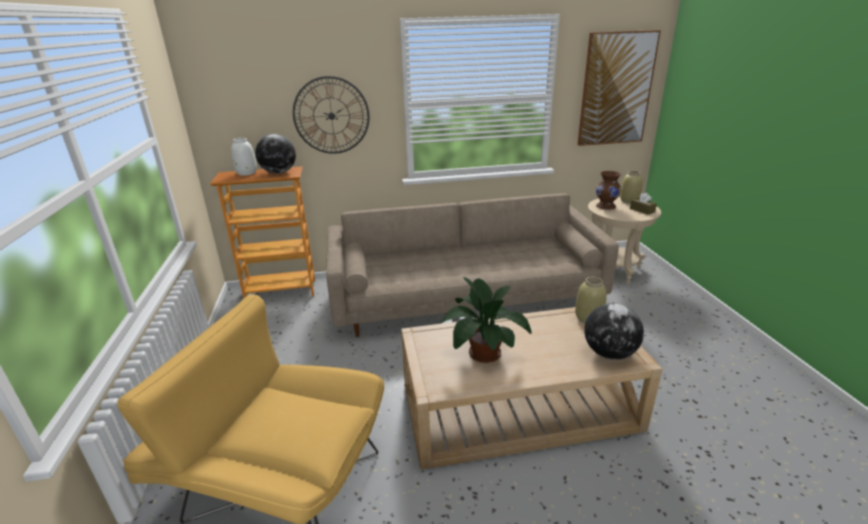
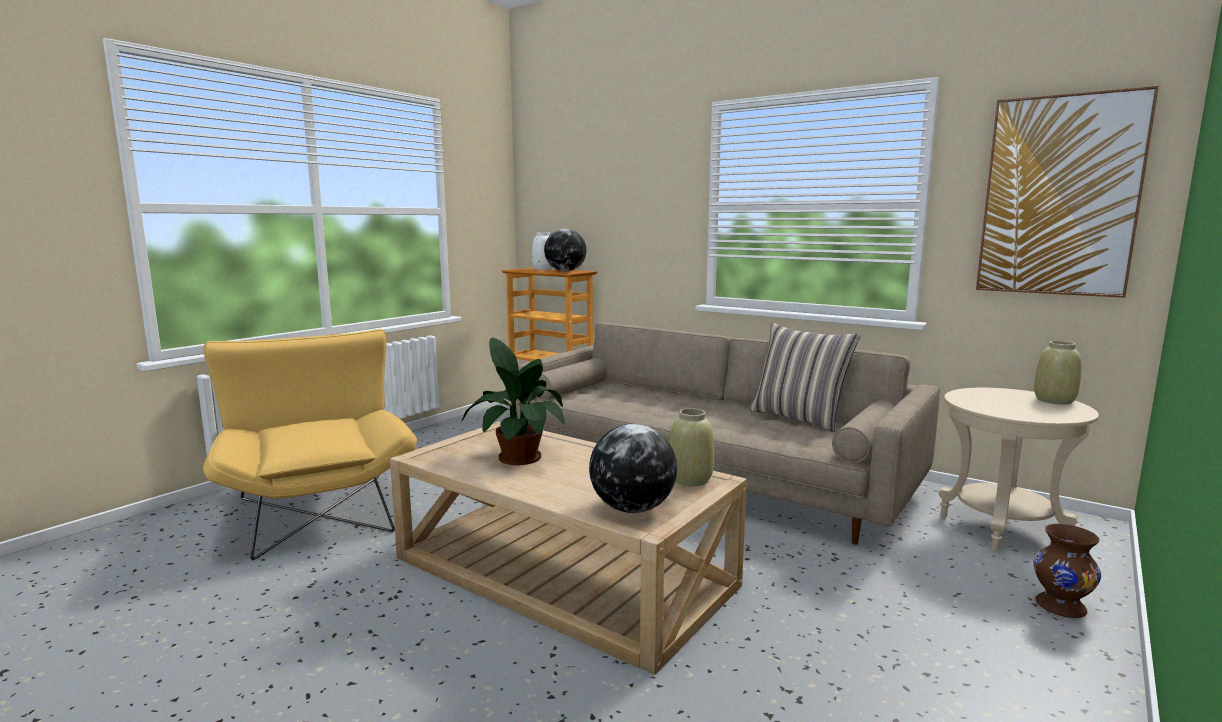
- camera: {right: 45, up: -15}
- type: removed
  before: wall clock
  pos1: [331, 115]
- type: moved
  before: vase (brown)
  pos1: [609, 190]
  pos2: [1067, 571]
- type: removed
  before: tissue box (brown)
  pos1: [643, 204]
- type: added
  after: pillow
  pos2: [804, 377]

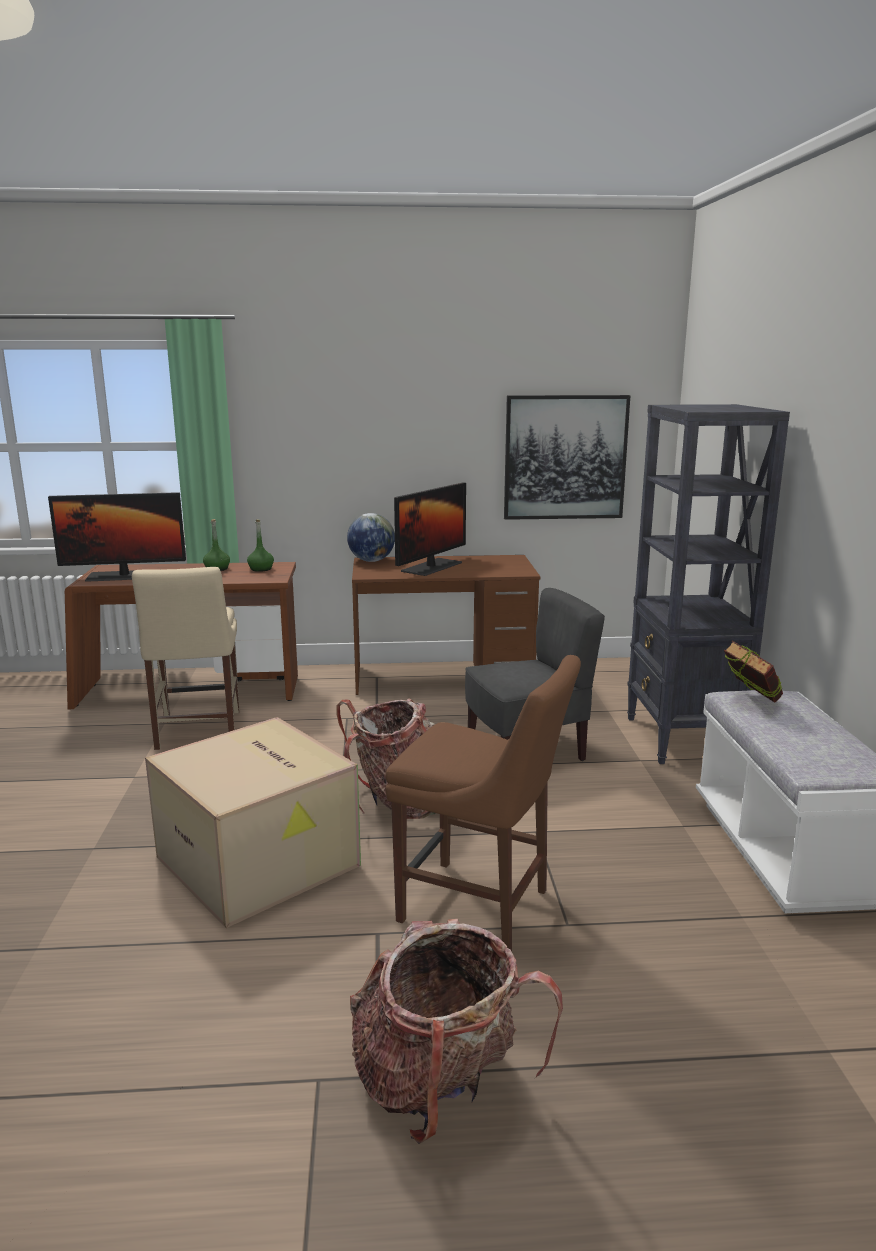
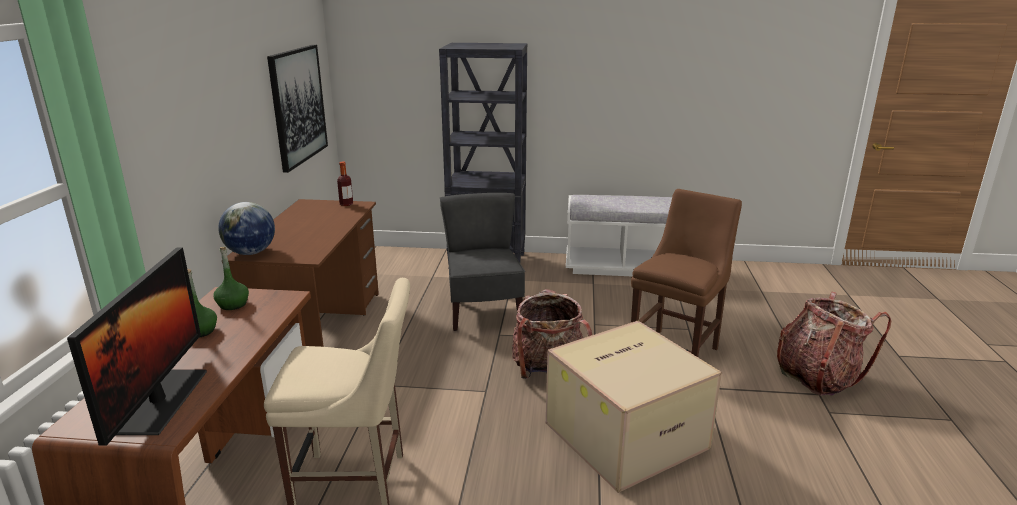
- camera: {right: -80, up: 5}
- type: removed
  before: monitor
  pos1: [430, 529]
- type: removed
  before: book
  pos1: [753, 672]
- type: added
  after: bottle
  pos2: [345, 183]

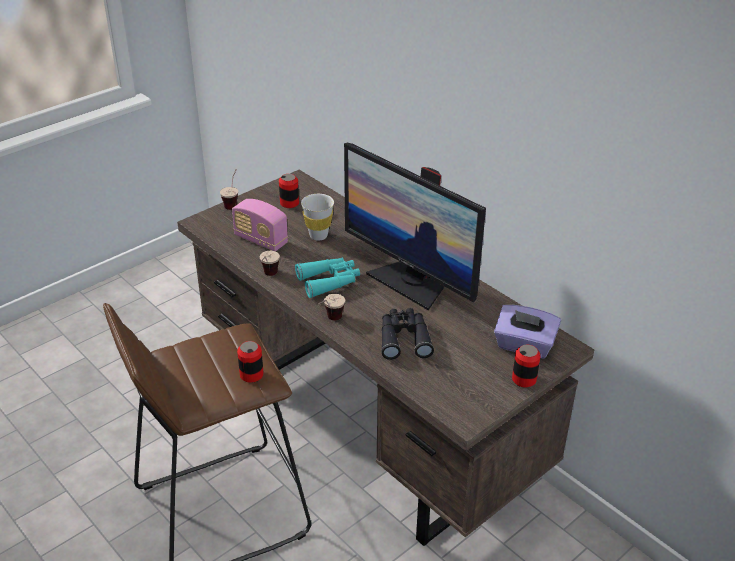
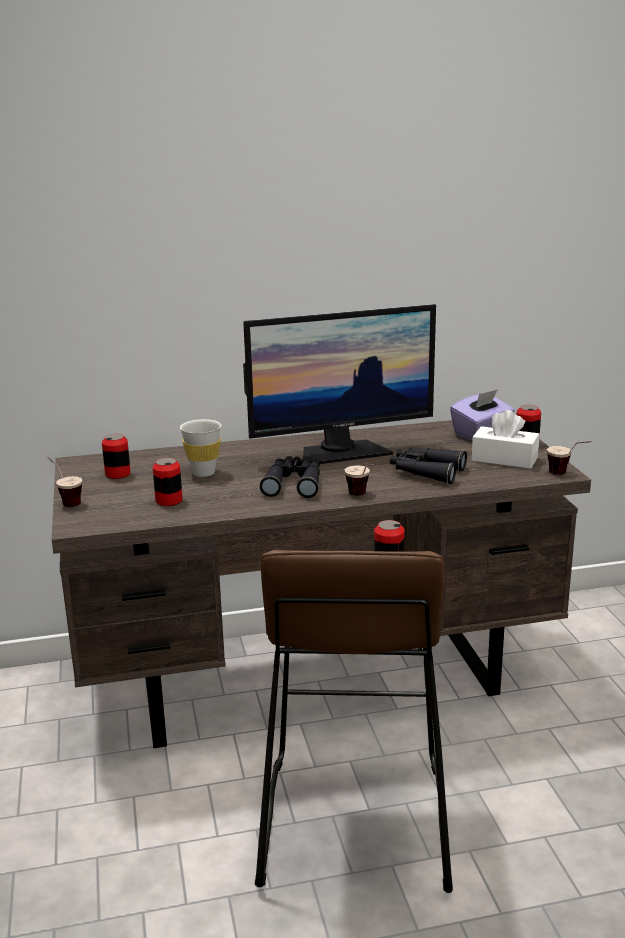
- camera: {right: -60, up: -15}
- type: replaced
  before: radio
  after: can
  pos1: [260, 225]
  pos2: [168, 482]
- type: moved
  before: cup
  pos1: [270, 263]
  pos2: [569, 458]
- type: recoloured
  before: binoculars (turquoise)
  after: binoculars (black)
  pos1: [327, 277]
  pos2: [290, 477]
- type: added
  after: tissue box (white)
  pos2: [505, 439]

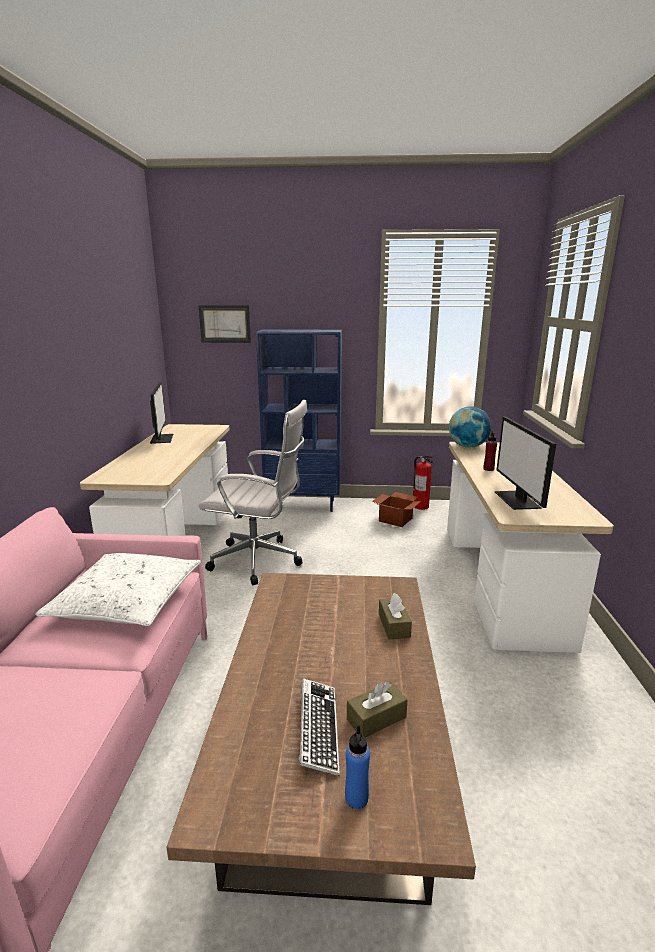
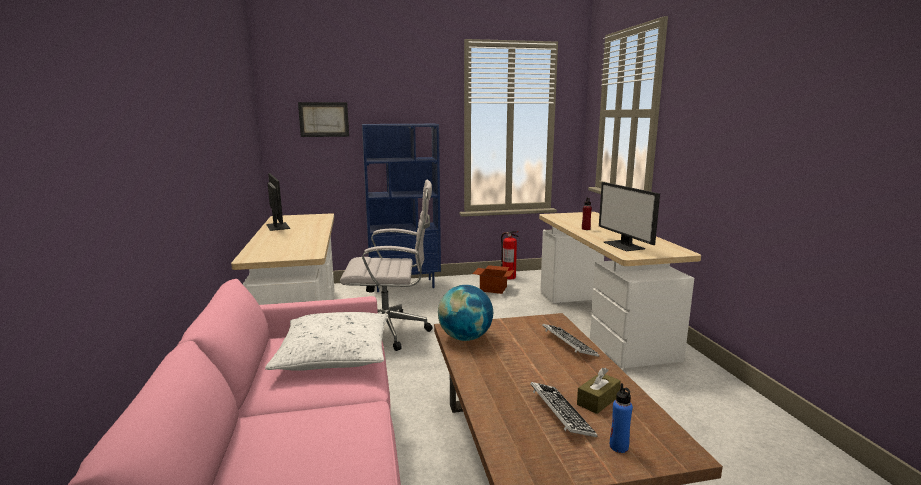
- camera: {right: -15, up: -5}
- type: moved
  before: globe
  pos1: [470, 427]
  pos2: [465, 313]
- type: replaced
  before: tissue box (brown)
  after: keyboard
  pos1: [395, 616]
  pos2: [570, 340]

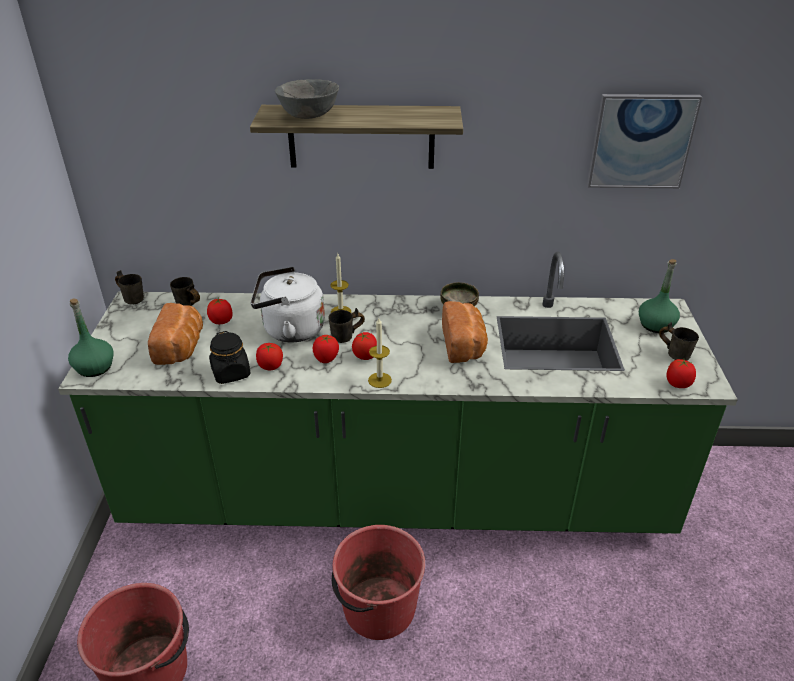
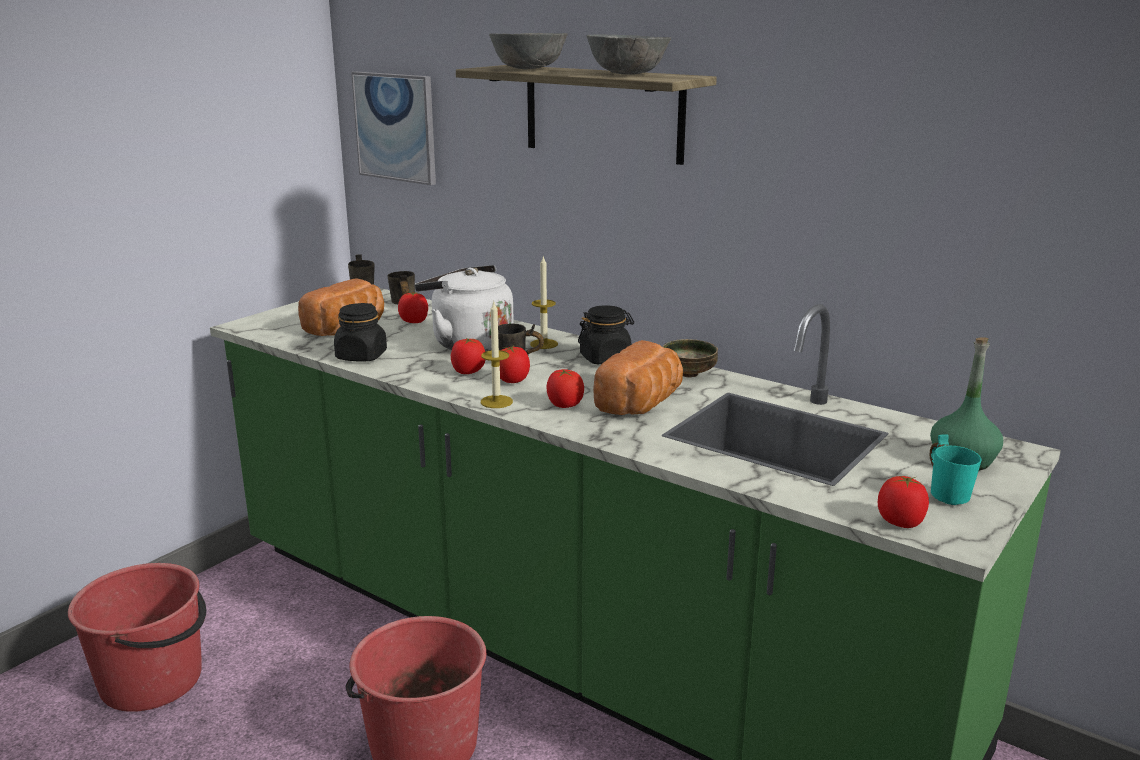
- camera: {right: 35, up: -15}
- type: moved
  before: picture
  pos1: [644, 141]
  pos2: [393, 128]
- type: removed
  before: bottle (green)
  pos1: [91, 338]
- type: recoloured
  before: mug (grey)
  after: mug (turquoise)
  pos1: [679, 341]
  pos2: [955, 469]
- type: moved
  before: tomato
  pos1: [269, 356]
  pos2: [565, 388]
- type: added
  after: bowl (grey)
  pos2: [629, 55]
- type: added
  after: jar (black)
  pos2: [606, 334]

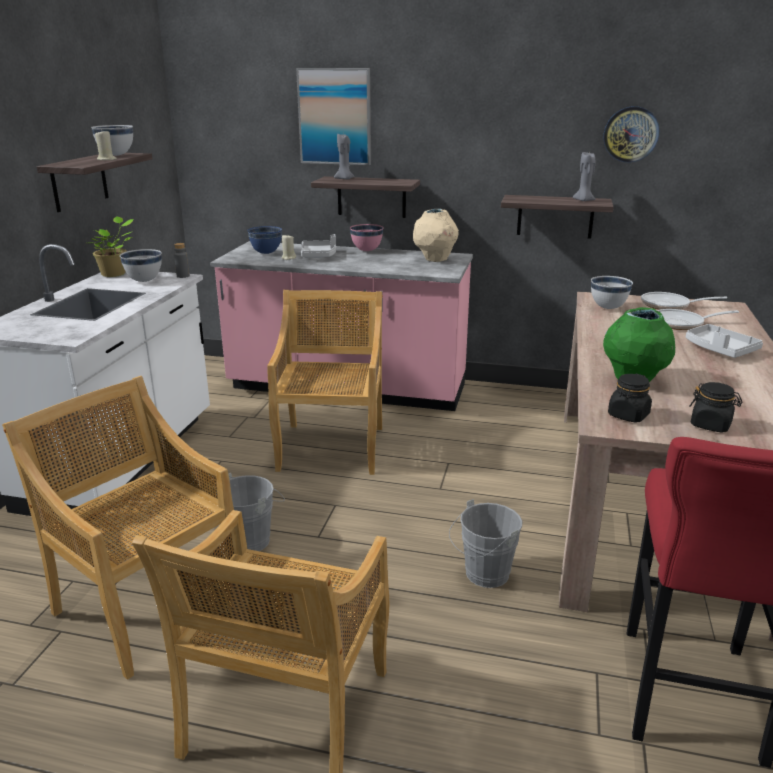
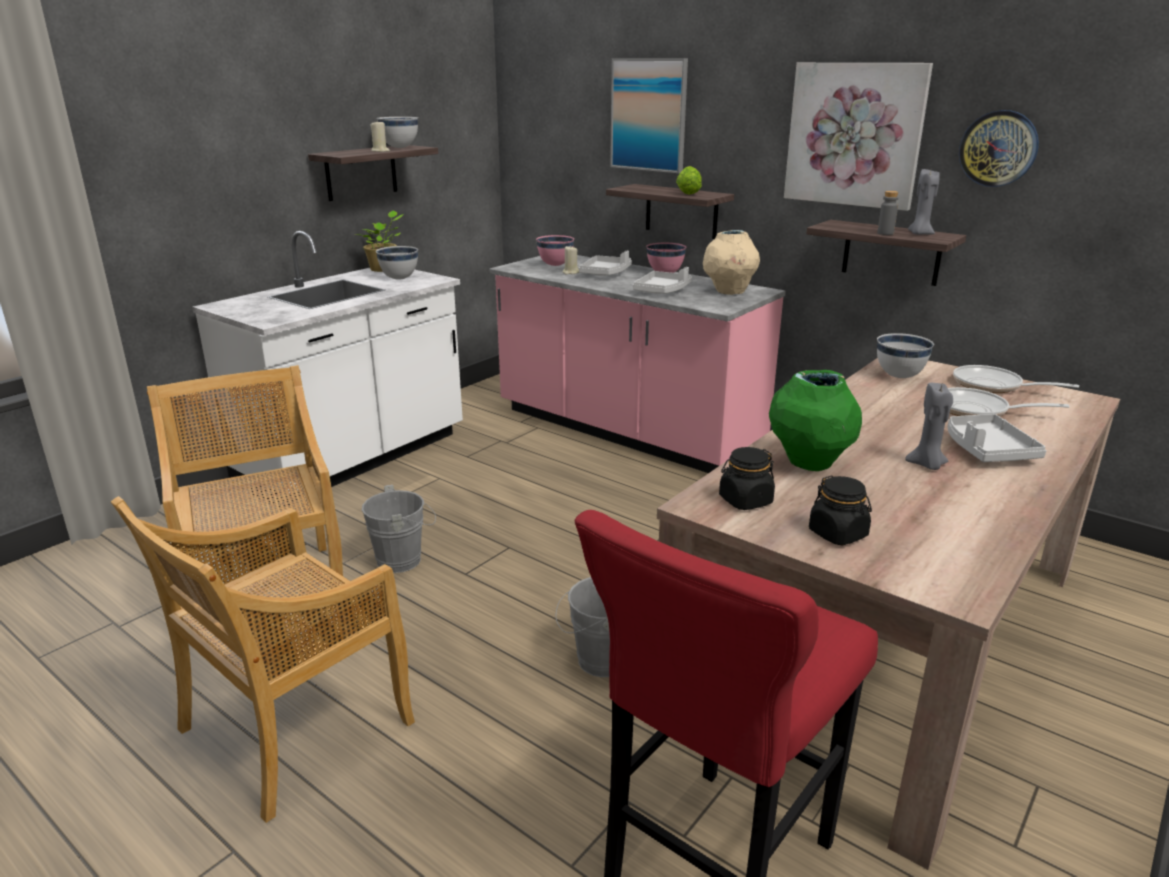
- camera: {right: 25, up: 0}
- type: moved
  before: candle (grey)
  pos1: [344, 156]
  pos2: [929, 426]
- type: recoloured
  before: bowl (blue)
  after: bowl (pink)
  pos1: [264, 240]
  pos2: [555, 250]
- type: moved
  before: bottle (grey)
  pos1: [182, 260]
  pos2: [888, 213]
- type: removed
  before: chair (beige)
  pos1: [325, 382]
- type: added
  after: picture
  pos2: [858, 137]
- type: added
  after: lettuce
  pos2: [689, 180]
- type: added
  after: tray (grey)
  pos2: [662, 280]

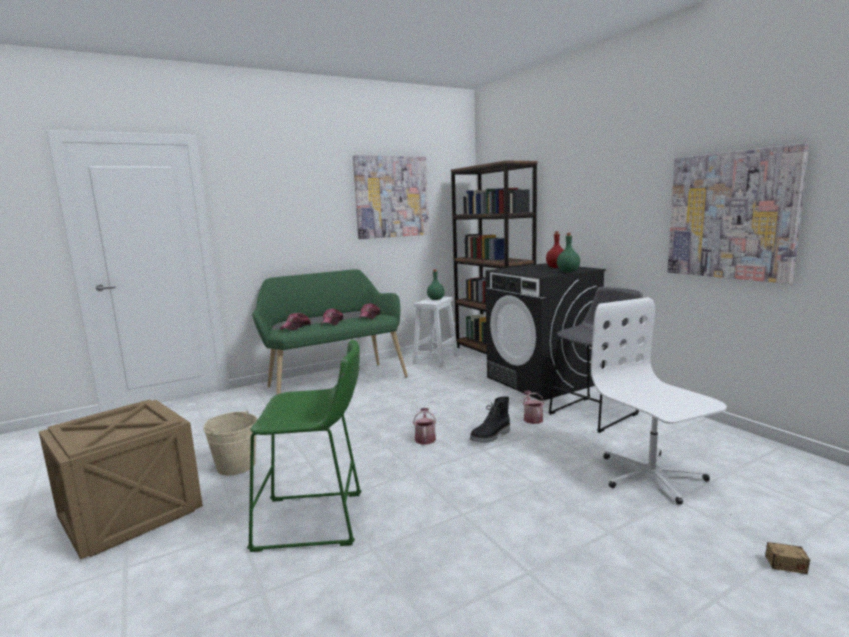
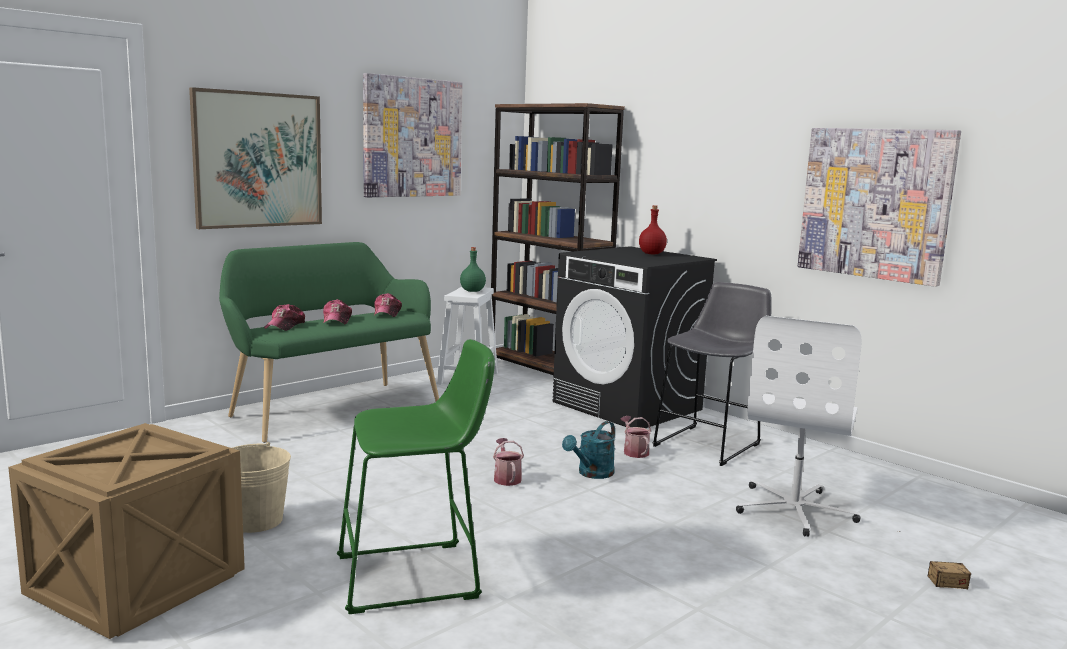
- camera: {right: -15, up: 0}
- type: removed
  before: bottle (green)
  pos1: [568, 252]
- type: turned
  before: office chair (white)
  pos1: [659, 401]
  pos2: [799, 426]
  turn: -120
- type: replaced
  before: boot (black)
  after: watering can (turquoise)
  pos1: [490, 419]
  pos2: [588, 450]
- type: added
  after: picture
  pos2: [255, 158]

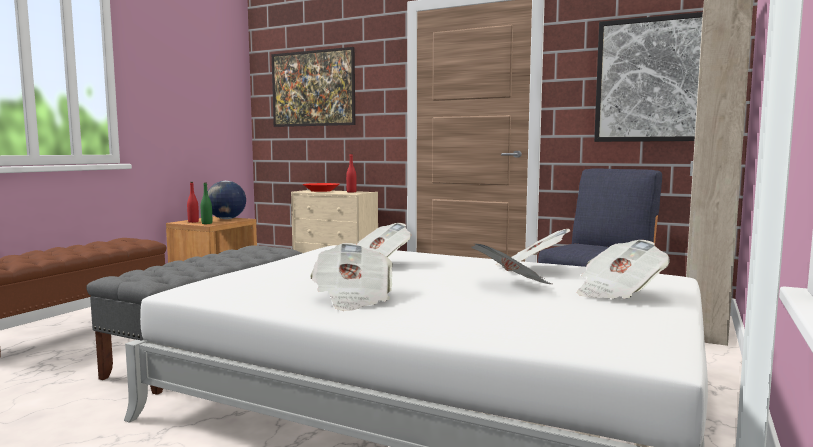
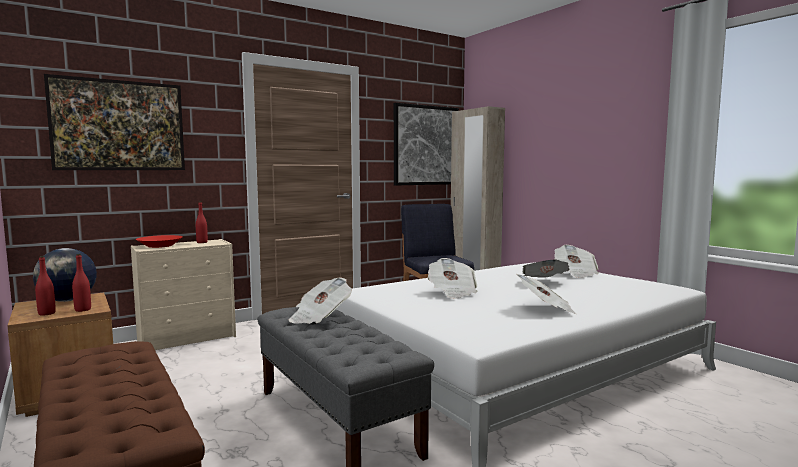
- camera: {right: -60, up: 0}
- type: recoloured
  before: bottle (green)
  after: bottle (red)
  pos1: [206, 203]
  pos2: [81, 283]
- type: moved
  before: newspaper
  pos1: [533, 248]
  pos2: [320, 301]

